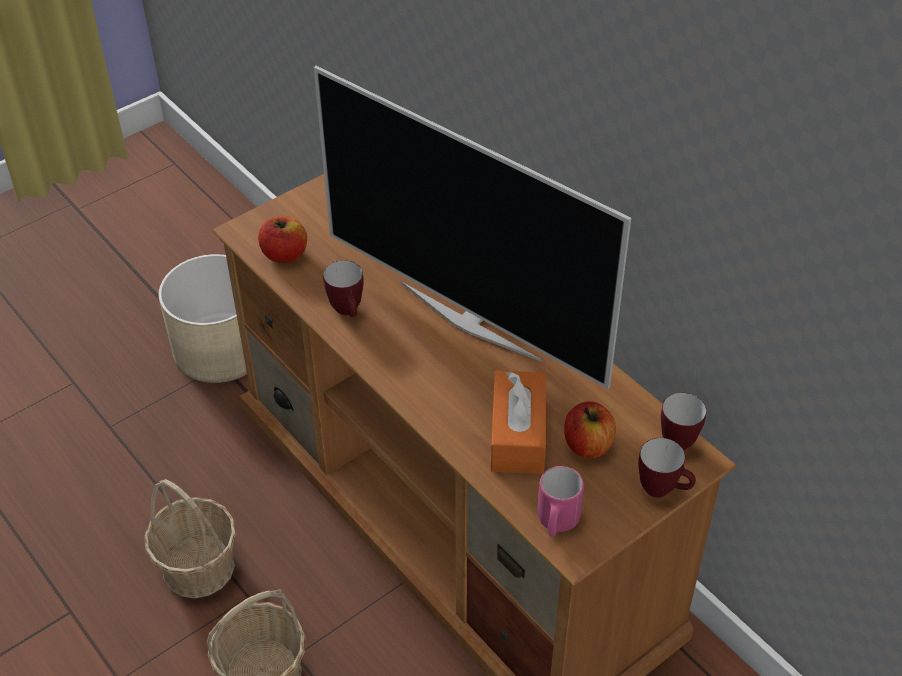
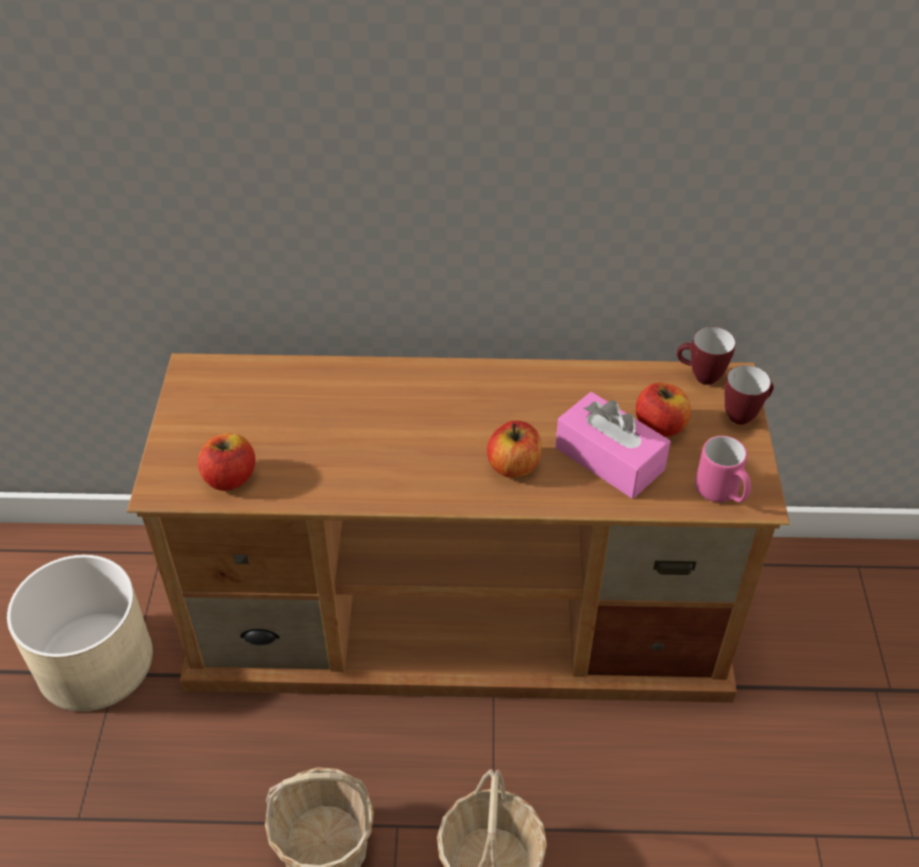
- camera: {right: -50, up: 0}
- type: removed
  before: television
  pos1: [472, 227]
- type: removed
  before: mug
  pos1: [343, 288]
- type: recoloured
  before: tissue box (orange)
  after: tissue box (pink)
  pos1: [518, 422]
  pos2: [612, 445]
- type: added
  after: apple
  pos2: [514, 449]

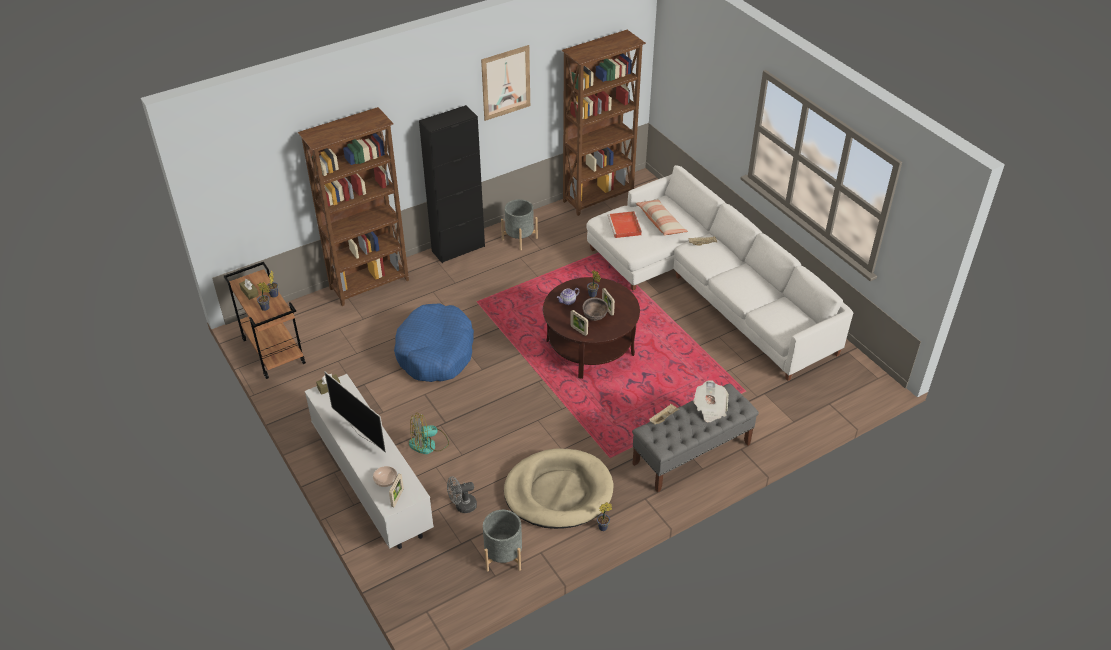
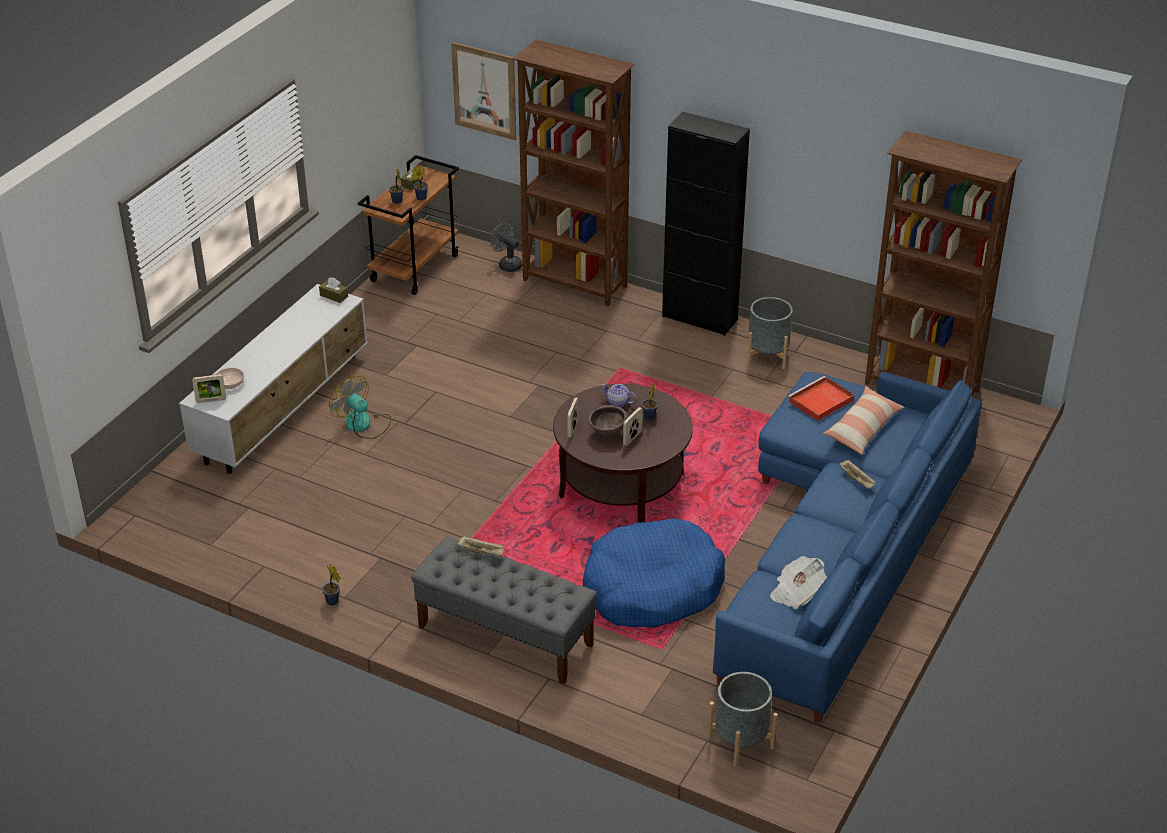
- camera: {right: 60, up: -5}
- type: moved
  before: picture
  pos1: [505, 83]
  pos2: [483, 91]
- type: recoloured
  before: sofa (white)
  after: sofa (blue)
  pos1: [719, 273]
  pos2: [847, 547]
- type: moved
  before: dog bed (blue)
  pos1: [434, 342]
  pos2: [654, 572]
- type: removed
  before: television
  pos1: [355, 412]
- type: moved
  before: newspaper
  pos1: [711, 401]
  pos2: [798, 582]
- type: removed
  before: dog bed (beige)
  pos1: [559, 489]
- type: moved
  before: fan (grey)
  pos1: [462, 494]
  pos2: [506, 247]
- type: moved
  before: planter (grey)
  pos1: [502, 540]
  pos2: [743, 719]

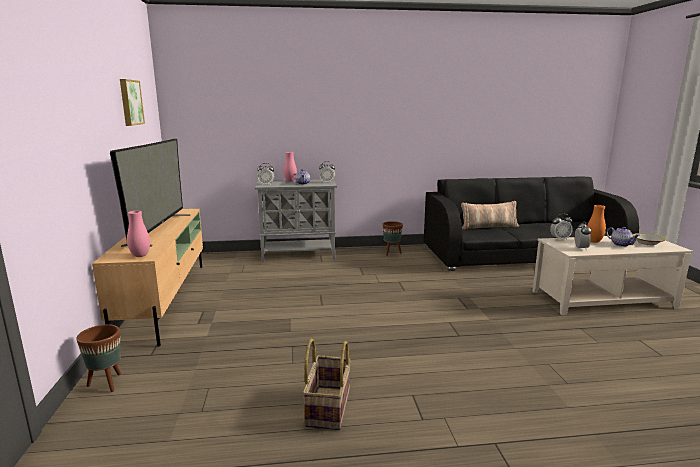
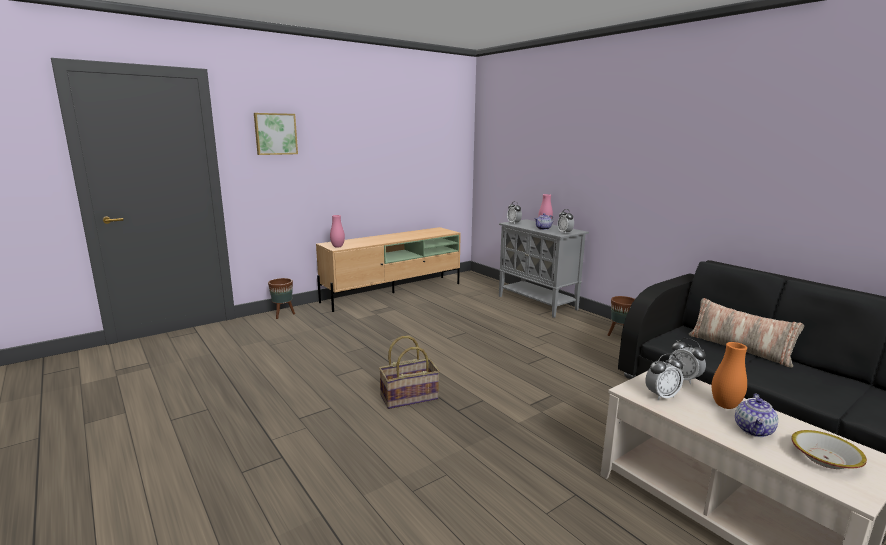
- camera: {right: 60, up: 0}
- type: moved
  before: picture
  pos1: [132, 102]
  pos2: [276, 134]
- type: removed
  before: television
  pos1: [150, 193]
- type: moved
  before: basket
  pos1: [326, 384]
  pos2: [409, 372]

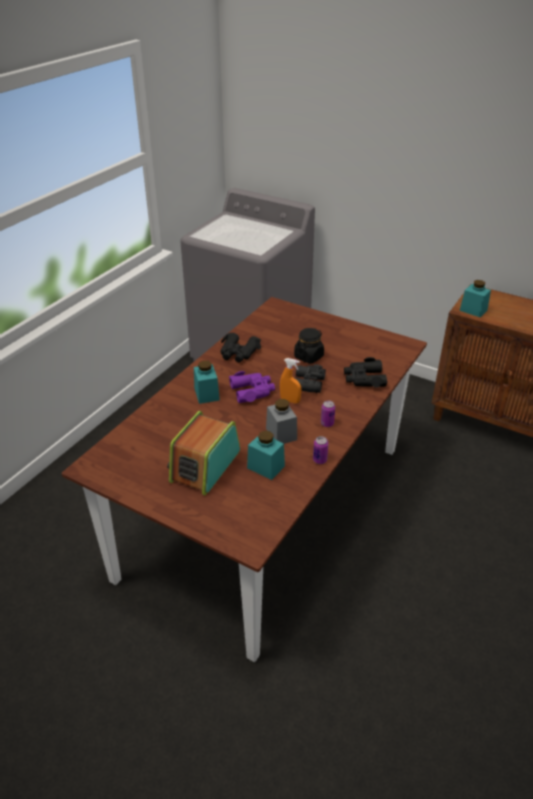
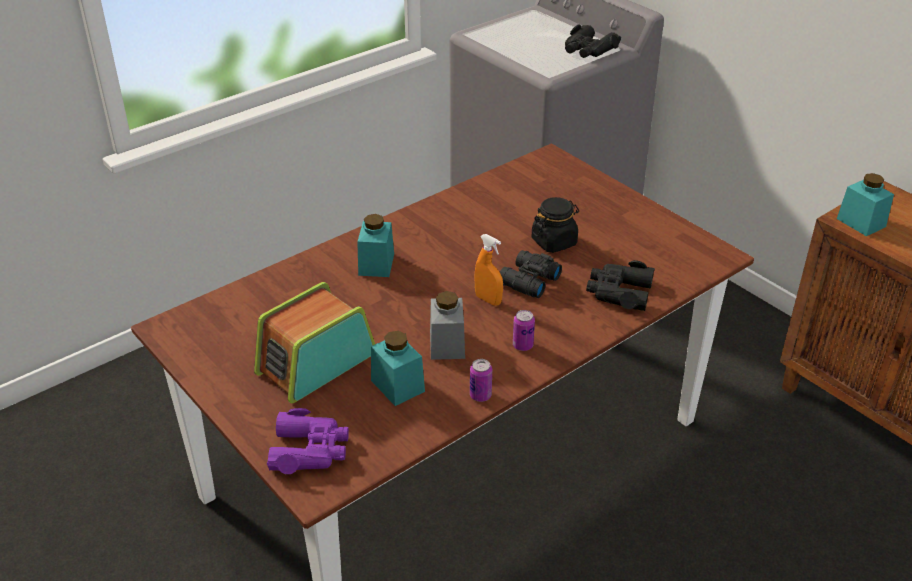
- camera: {right: 20, up: 0}
- type: moved
  before: binoculars (black)
  pos1: [240, 347]
  pos2: [593, 41]
- type: moved
  before: binoculars (purple)
  pos1: [252, 387]
  pos2: [308, 441]

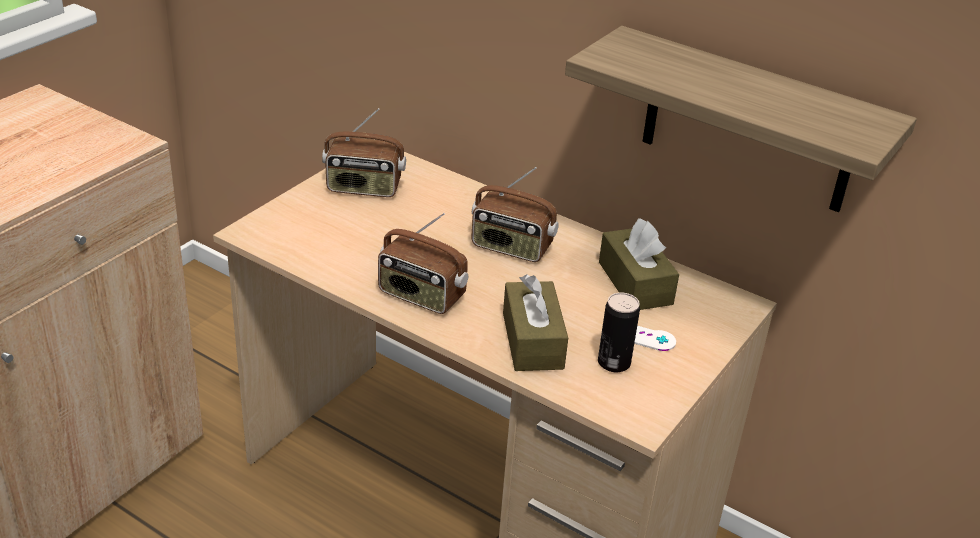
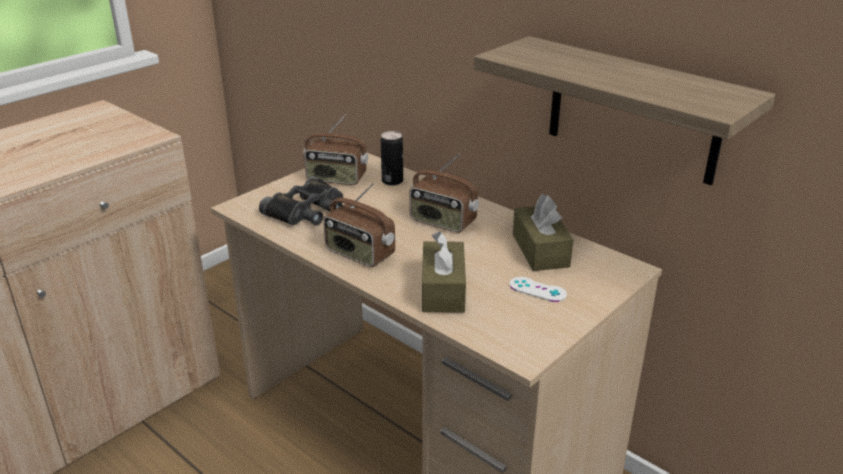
- camera: {right: 10, up: -5}
- type: moved
  before: can
  pos1: [619, 332]
  pos2: [392, 158]
- type: added
  after: binoculars (black)
  pos2: [301, 201]

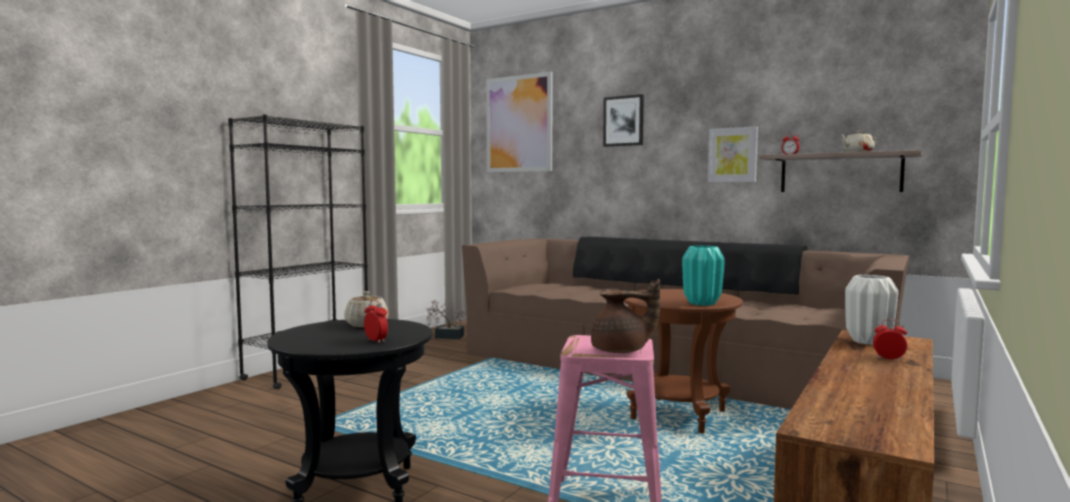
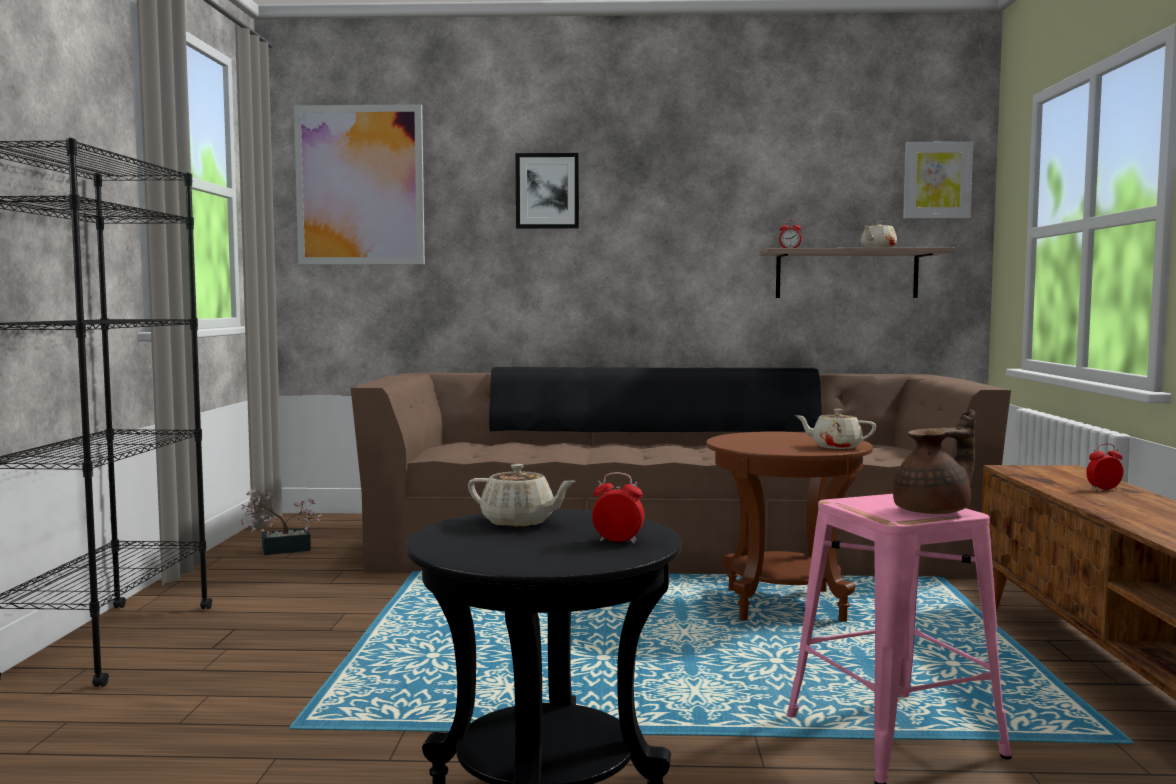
- camera: {right: -30, up: 0}
- type: moved
  before: picture
  pos1: [733, 154]
  pos2: [938, 180]
- type: replaced
  before: vase (turquoise)
  after: teapot (beige)
  pos1: [703, 276]
  pos2: [835, 429]
- type: removed
  before: vase (white)
  pos1: [871, 310]

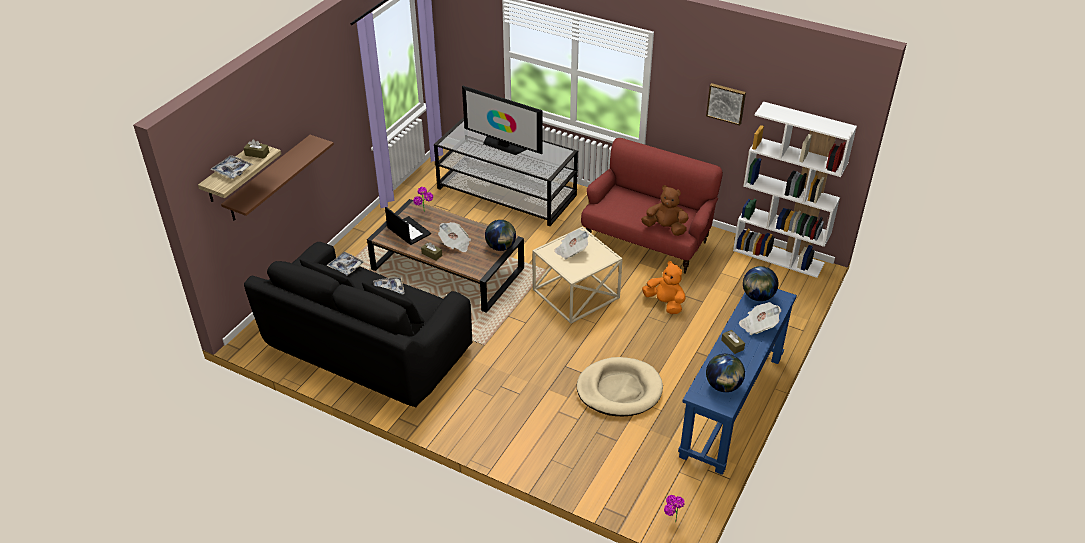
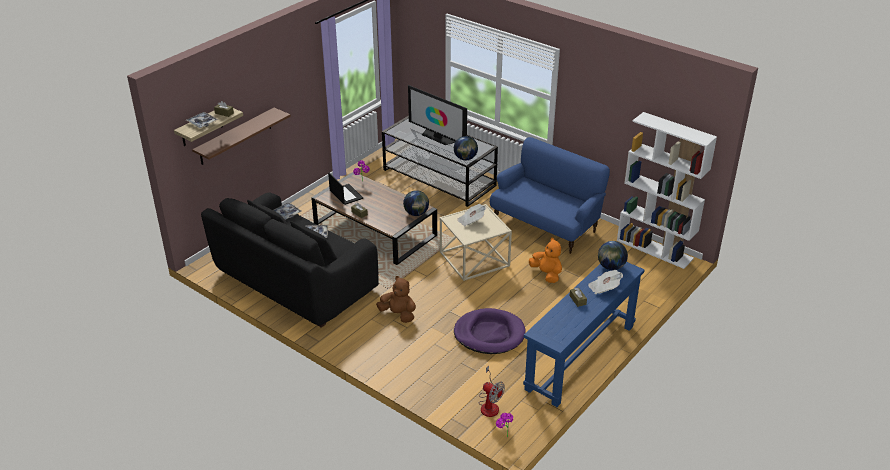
- camera: {right: 10, up: -5}
- type: removed
  before: picture
  pos1: [726, 104]
- type: recoloured
  before: sofa (red)
  after: sofa (blue)
  pos1: [652, 206]
  pos2: [550, 195]
- type: moved
  before: plush toy (brown)
  pos1: [665, 210]
  pos2: [396, 299]
- type: removed
  before: newspaper
  pos1: [454, 237]
- type: moved
  before: globe
  pos1: [725, 373]
  pos2: [466, 148]
- type: recoloured
  before: dog bed (beige)
  after: dog bed (purple)
  pos1: [620, 386]
  pos2: [490, 331]
- type: added
  after: fan
  pos2: [492, 391]

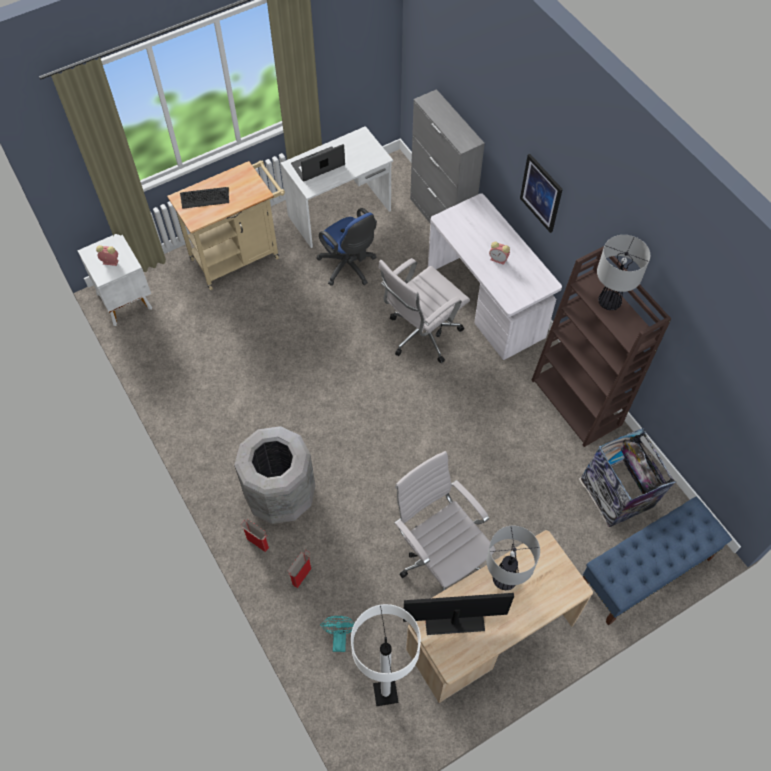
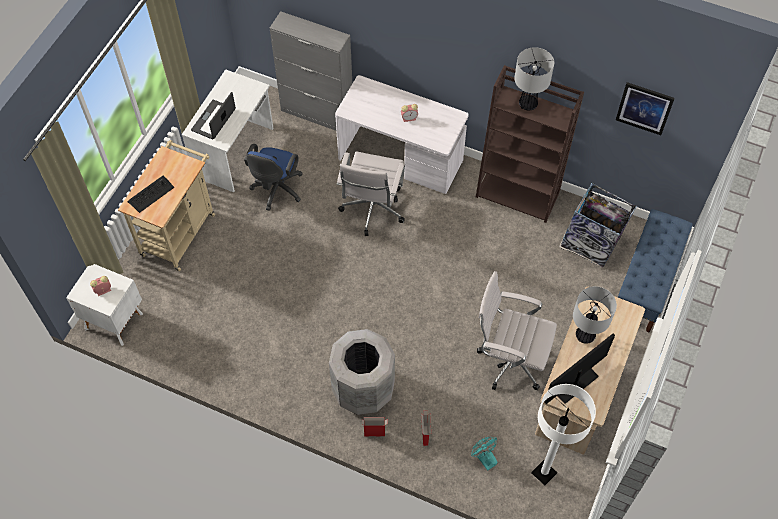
- camera: {right: -35, up: 0}
- type: moved
  before: picture
  pos1: [541, 193]
  pos2: [645, 108]
- type: turned
  before: office chair (blue)
  pos1: [347, 247]
  pos2: [273, 177]
  turn: 90

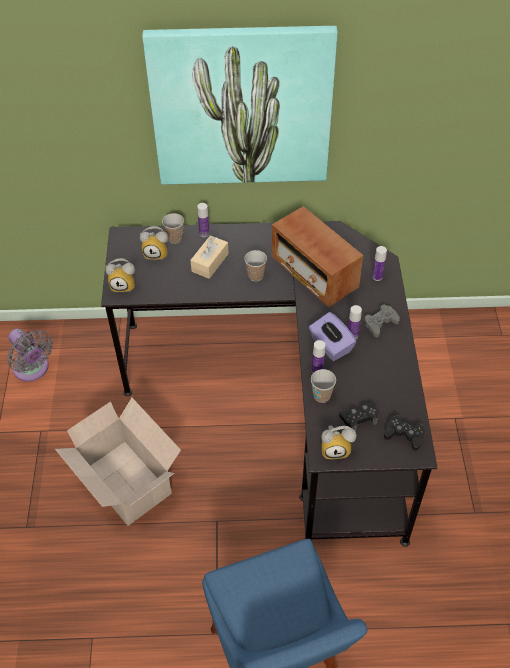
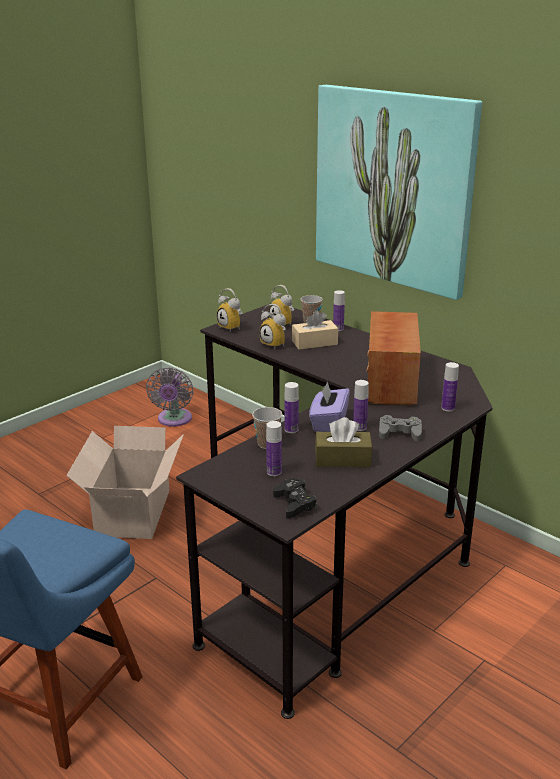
- camera: {right: 45, up: -25}
- type: removed
  before: cup
  pos1: [255, 265]
- type: replaced
  before: game controller (black)
  after: bottle
  pos1: [359, 416]
  pos2: [274, 448]
- type: moved
  before: alarm clock
  pos1: [338, 442]
  pos2: [272, 326]
- type: added
  after: tissue box (brown)
  pos2: [343, 442]

